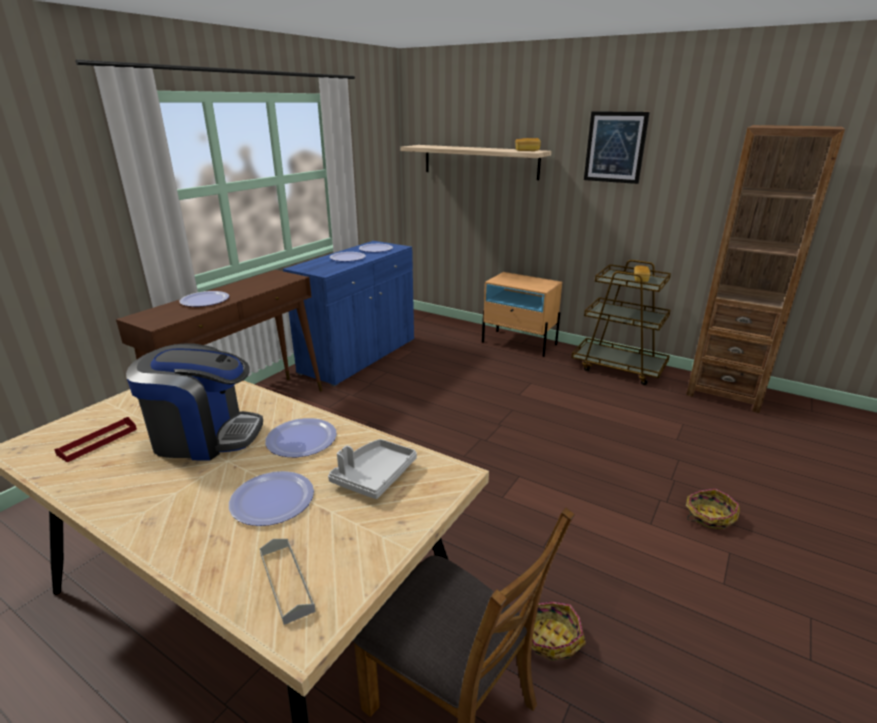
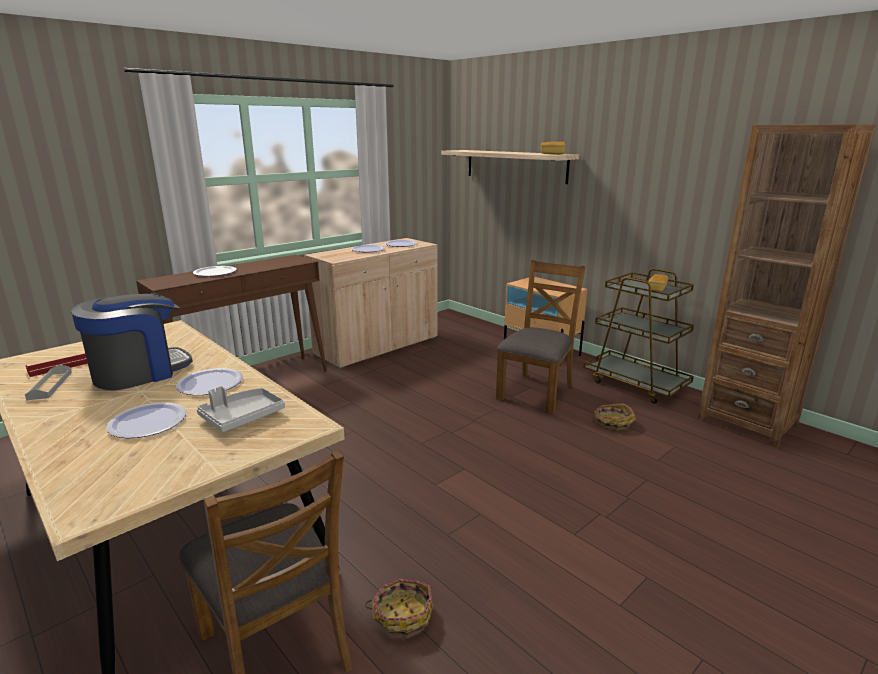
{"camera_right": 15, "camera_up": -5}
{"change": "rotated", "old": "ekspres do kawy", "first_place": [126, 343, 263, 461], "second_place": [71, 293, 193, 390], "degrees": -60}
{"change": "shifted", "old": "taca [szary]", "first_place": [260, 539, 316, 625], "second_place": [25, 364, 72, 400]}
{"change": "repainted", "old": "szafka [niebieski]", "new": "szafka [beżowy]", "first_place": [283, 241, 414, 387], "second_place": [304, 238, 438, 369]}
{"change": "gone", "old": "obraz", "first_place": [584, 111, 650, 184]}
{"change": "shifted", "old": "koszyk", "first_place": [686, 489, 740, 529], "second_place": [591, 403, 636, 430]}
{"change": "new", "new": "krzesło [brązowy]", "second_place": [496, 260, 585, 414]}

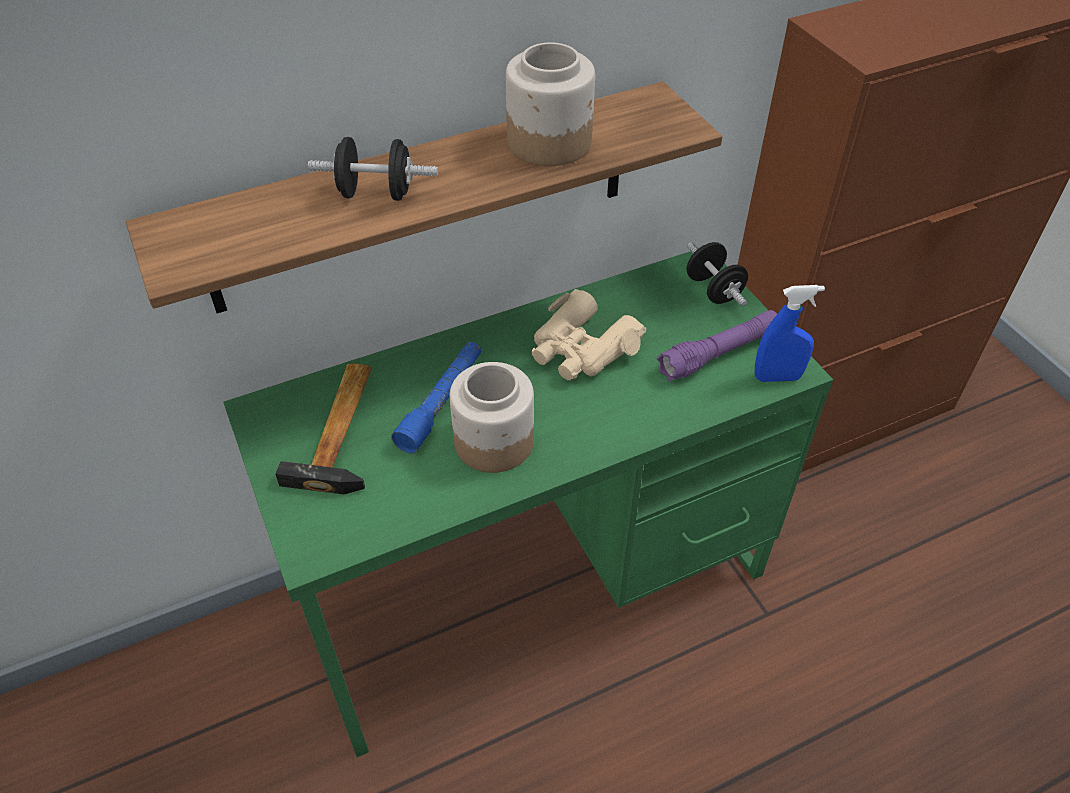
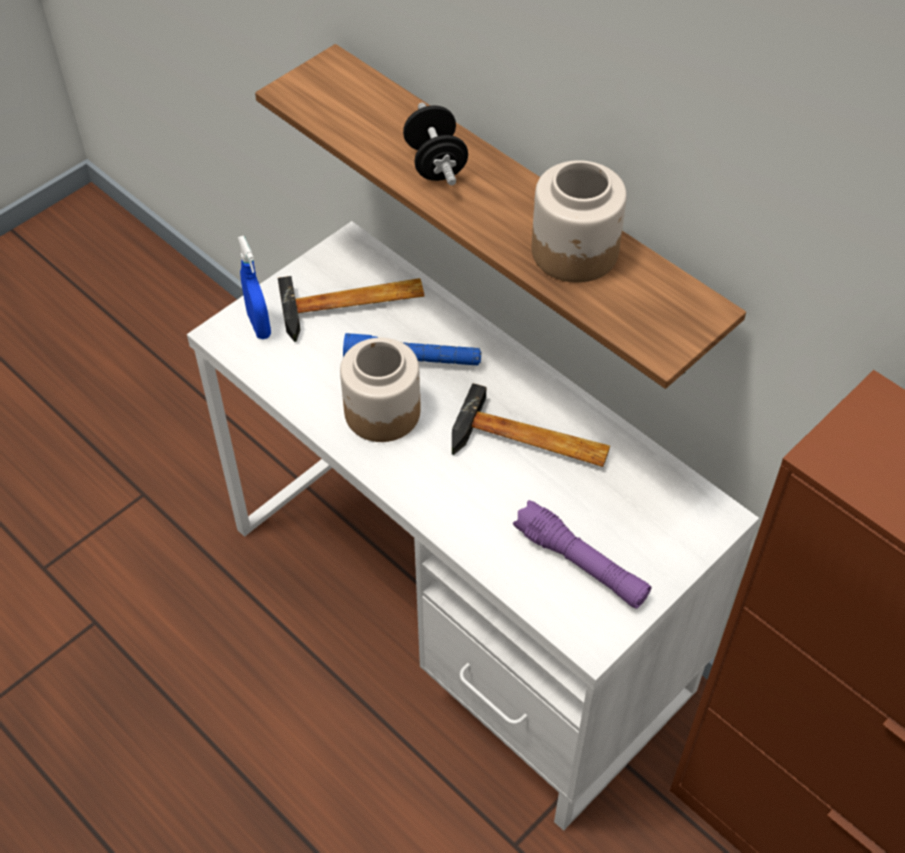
{"camera_right": 70, "camera_up": 5}
{"change": "repainted", "old": "biurko [zielony]", "new": "biurko [biały]", "first_place": [223, 251, 833, 757], "second_place": [187, 221, 759, 831]}
{"change": "swapped", "old": "lornetka [beżowy]", "new": "młotek", "first_place": [532, 289, 646, 380], "second_place": [452, 383, 610, 467]}
{"change": "gone", "old": "hantel [czarny]", "first_place": [687, 242, 748, 306]}
{"change": "shifted", "old": "spryskiwacz [niebieski]", "first_place": [755, 285, 825, 382], "second_place": [238, 236, 271, 339]}

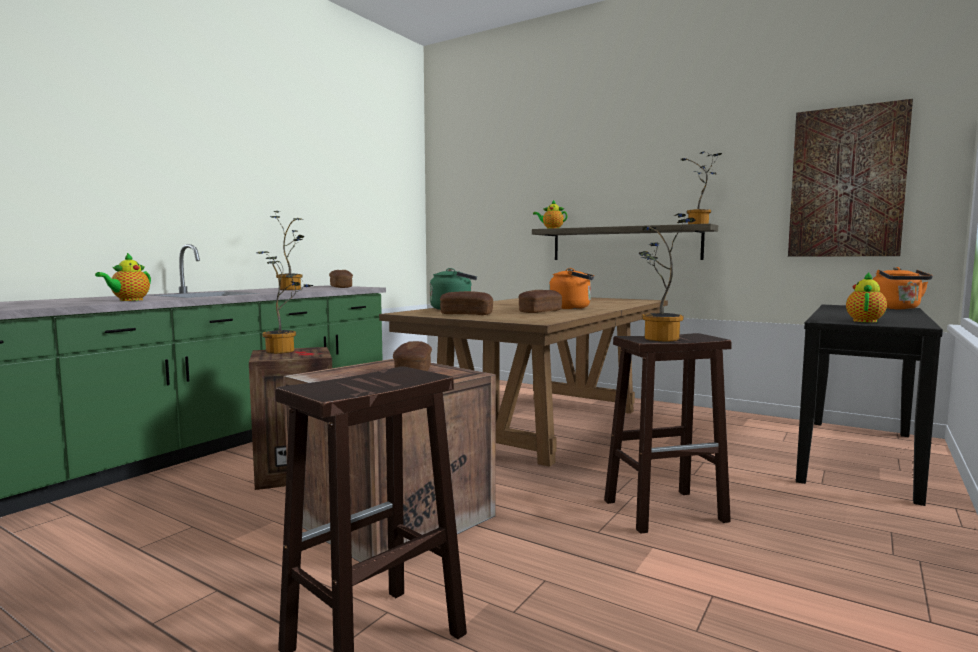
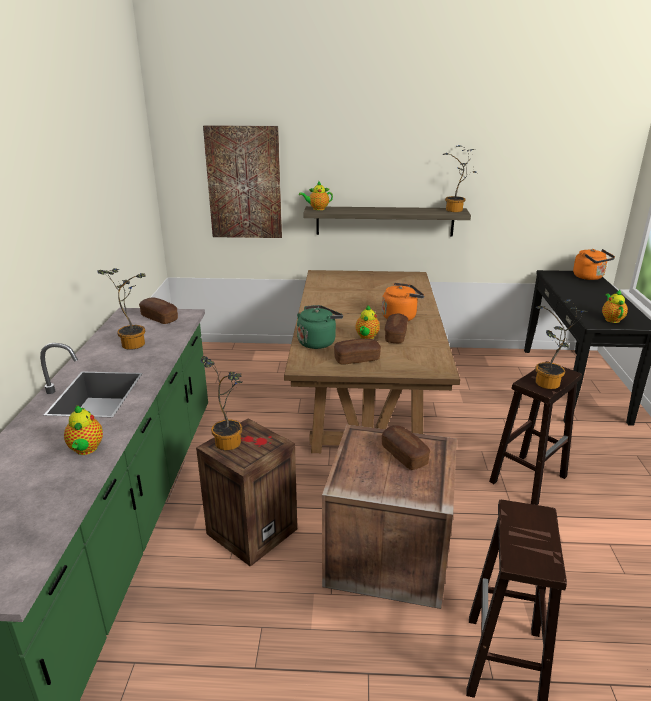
{"camera_right": -30, "camera_up": 20}
{"change": "shifted", "old": "obraz", "first_place": [788, 99, 913, 256], "second_place": [203, 125, 282, 238]}
{"change": "new", "new": "imbryk", "second_place": [355, 305, 380, 339]}

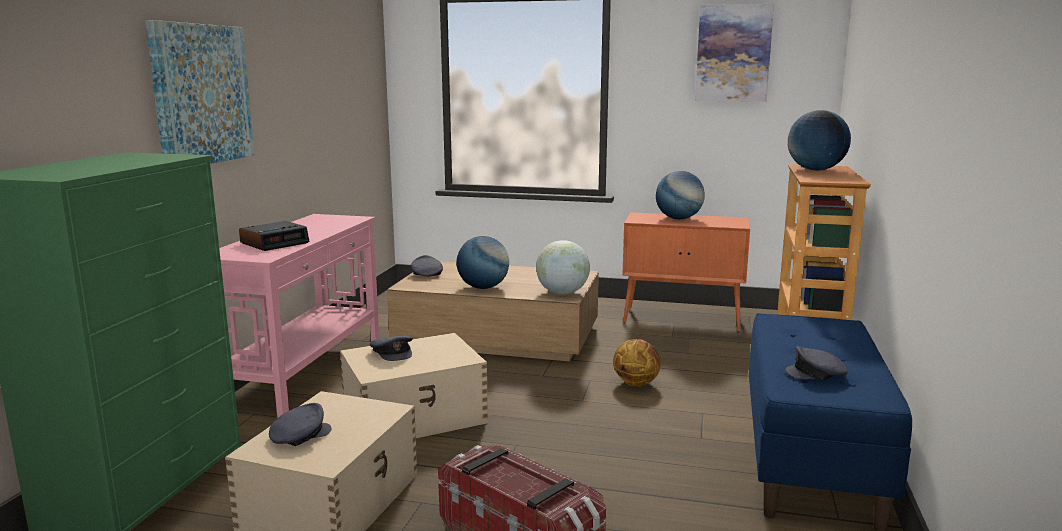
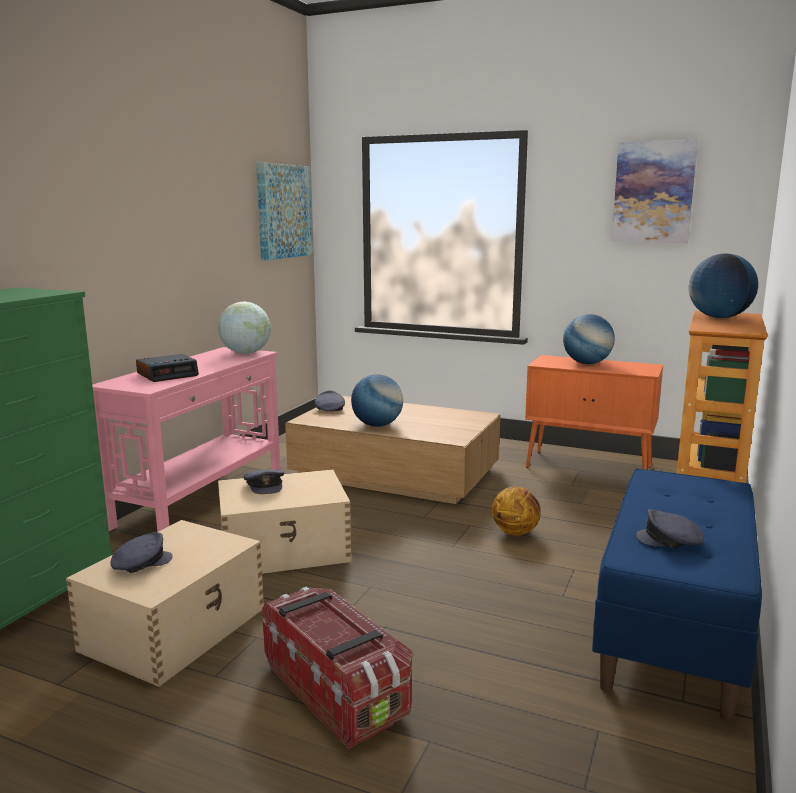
{"camera_right": 10, "camera_up": 0}
{"change": "shifted", "old": "obraz", "first_place": [145, 20, 255, 164], "second_place": [256, 162, 313, 261]}
{"change": "shifted", "old": "globus", "first_place": [536, 240, 590, 295], "second_place": [218, 302, 271, 354]}

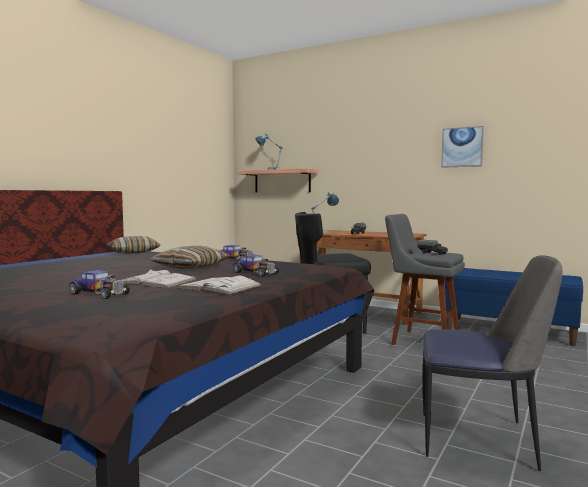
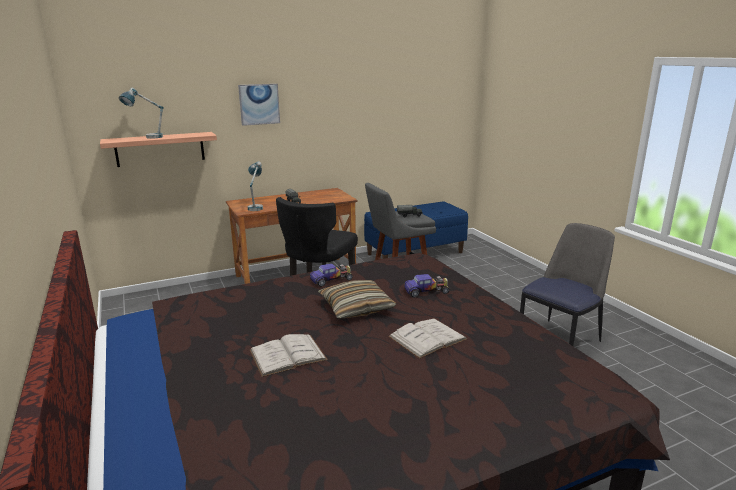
{"camera_right": -55, "camera_up": 15}
{"change": "gone", "old": "samochodzik", "first_place": [69, 270, 130, 299]}
{"change": "gone", "old": "poduszka", "first_place": [107, 236, 160, 254]}
{"change": "shifted", "old": "książka [biały]", "first_place": [177, 276, 262, 295], "second_place": [250, 334, 328, 377]}
{"change": "shifted", "old": "obraz", "first_place": [441, 126, 484, 168], "second_place": [238, 84, 280, 126]}

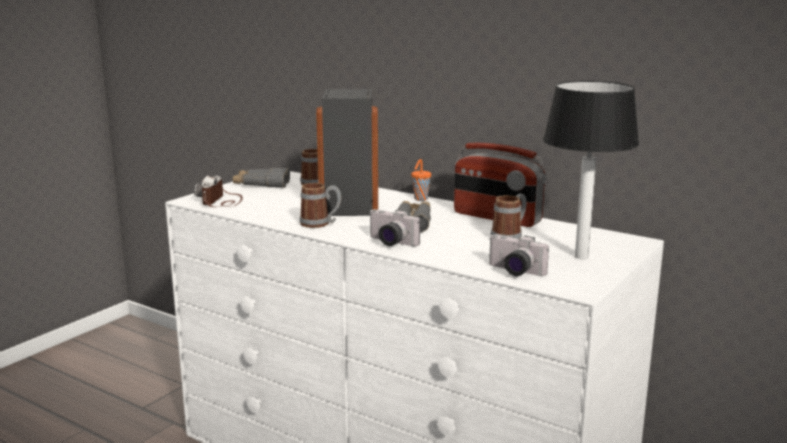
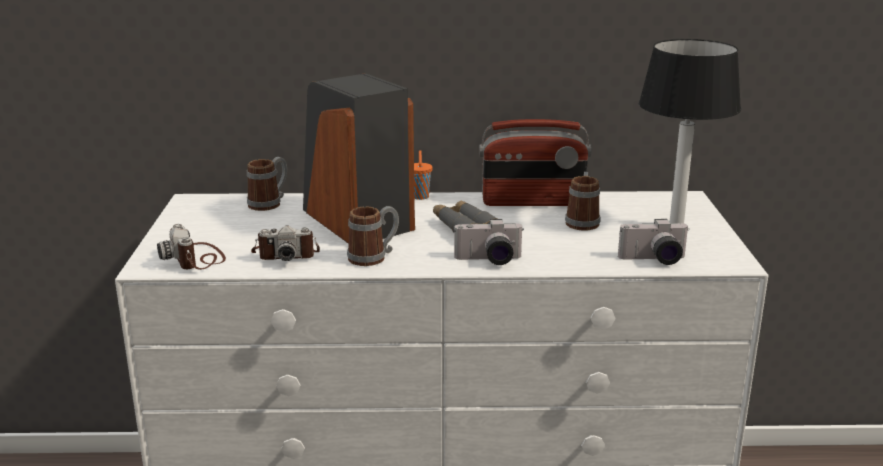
{"camera_right": -35, "camera_up": 5}
{"change": "gone", "old": "lornetka [szary]", "first_place": [233, 168, 290, 188]}
{"change": "new", "new": "aparat fotograficzny", "second_place": [251, 226, 320, 261]}

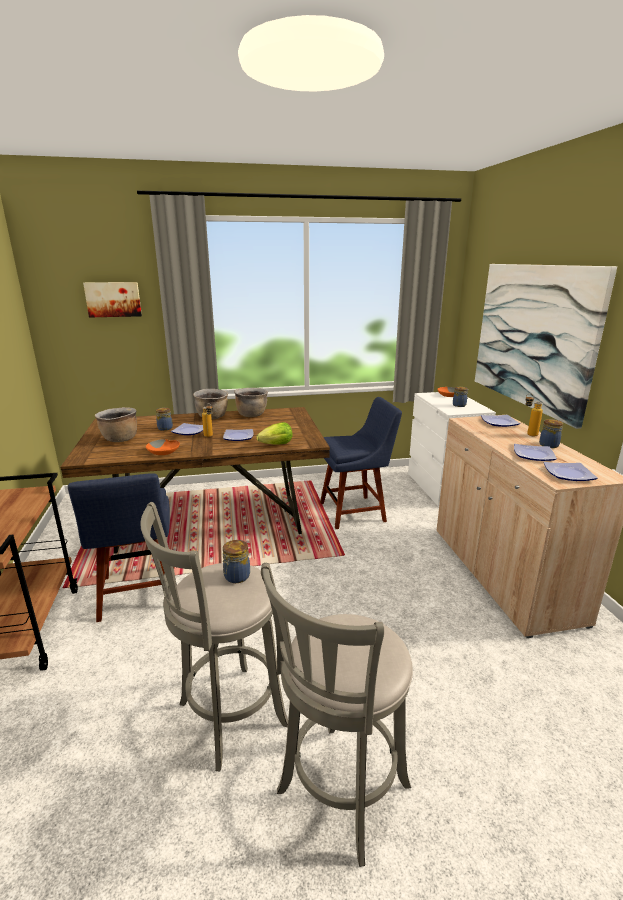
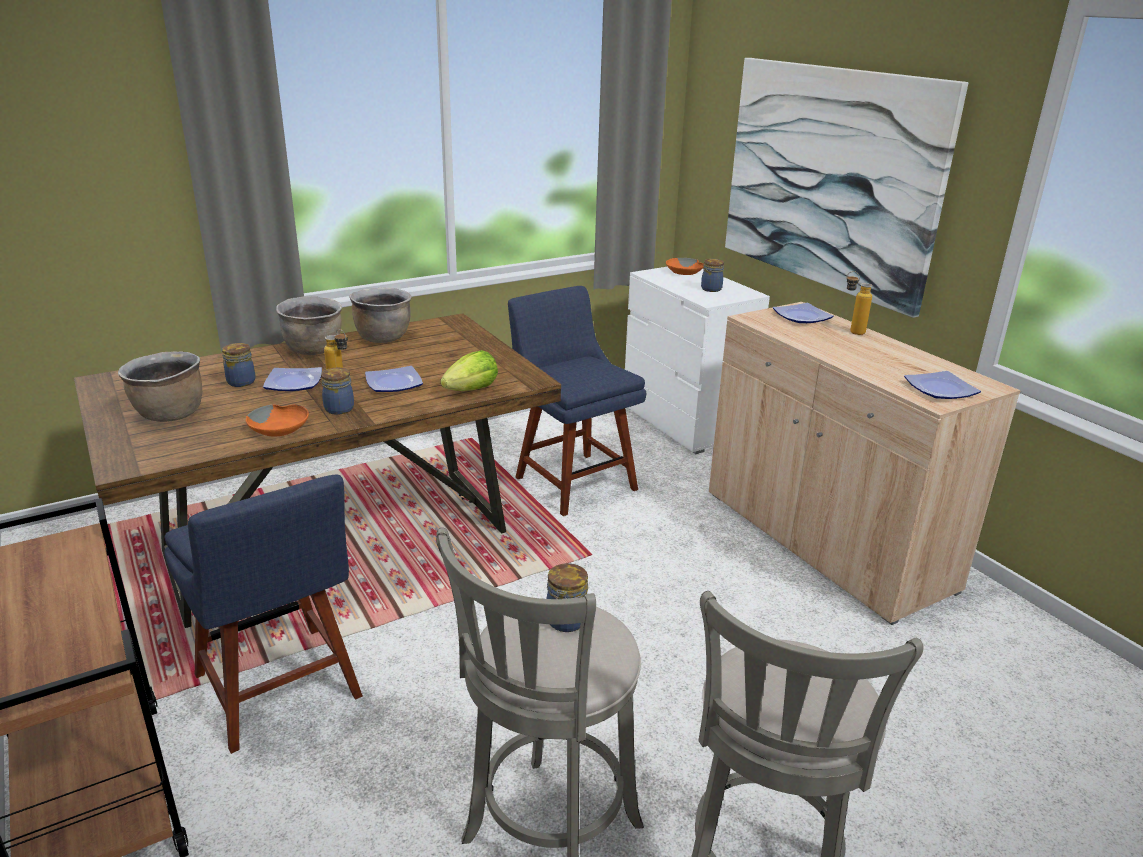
{"camera_right": -20, "camera_up": 5}
{"change": "gone", "old": "obraz", "first_place": [83, 282, 142, 317]}
{"change": "rotated", "old": "krzesło [niebieski]", "first_place": [320, 397, 402, 529], "second_place": [508, 286, 646, 516], "degrees": -90}
{"change": "gone", "old": "talerz", "first_place": [514, 444, 557, 461]}
{"change": "shifted", "old": "słoik", "first_place": [539, 419, 563, 448], "second_place": [321, 368, 354, 415]}

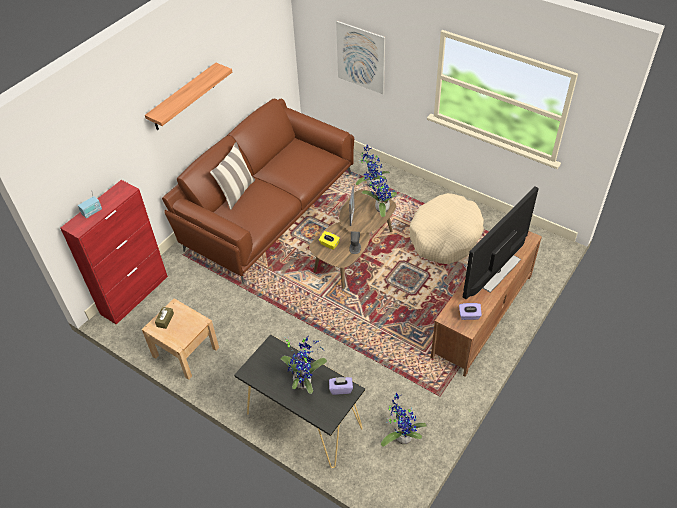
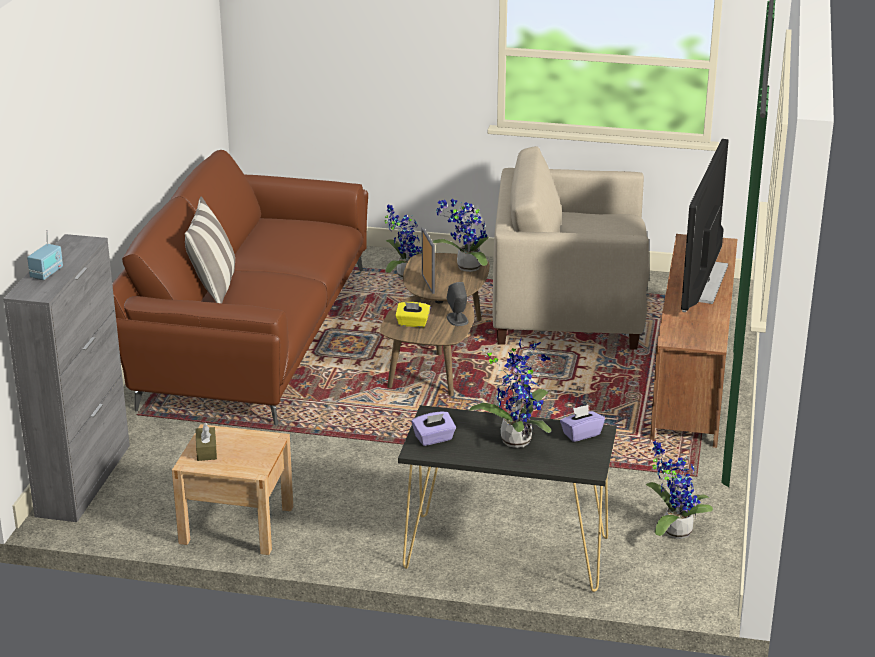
{"camera_right": -25, "camera_up": -20}
{"change": "repainted", "old": "szafka [czerwony]", "new": "szafka [szary]", "first_place": [60, 180, 168, 324], "second_place": [3, 234, 130, 522]}
{"change": "gone", "old": "półka", "first_place": [145, 63, 232, 130]}
{"change": "gone", "old": "obraz", "first_place": [336, 21, 385, 94]}
{"change": "swapped", "old": "legowisko [beżowy]", "new": "fotel [beżowy]", "first_place": [409, 193, 484, 264], "second_place": [493, 146, 650, 350]}
{"change": "shifted", "old": "pudełko chusteczek [fioletowy]", "first_place": [459, 303, 482, 320], "second_place": [412, 411, 456, 446]}

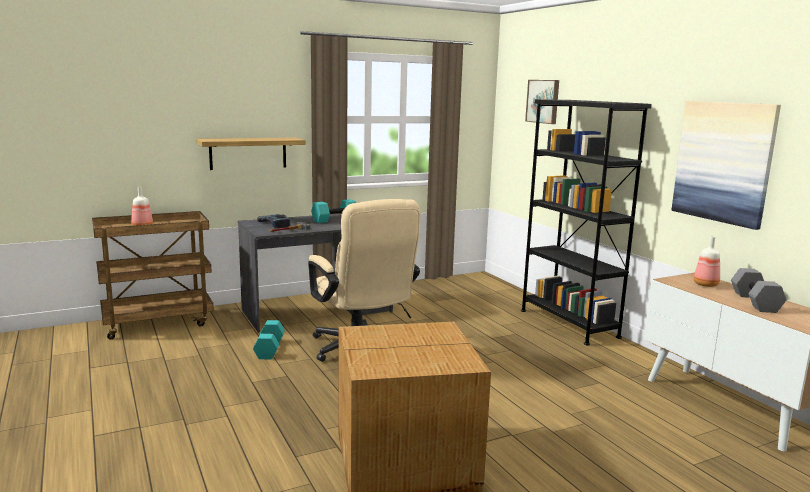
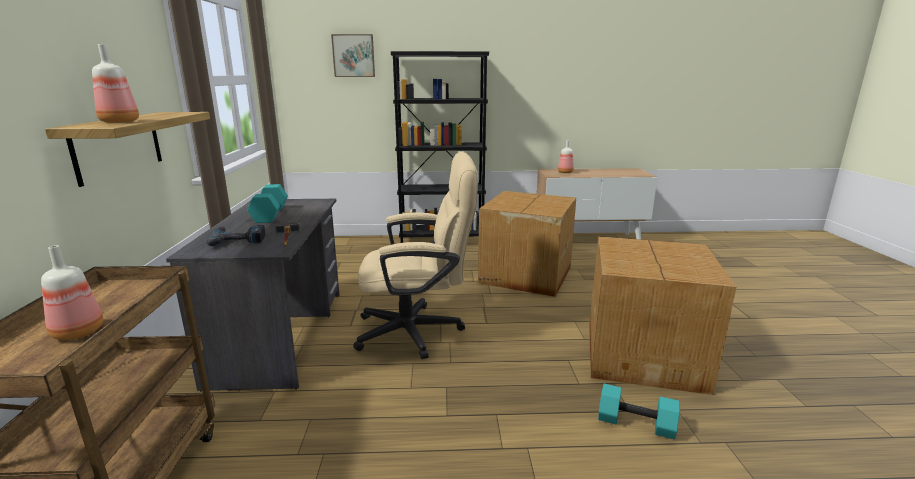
{"camera_right": -65, "camera_up": 5}
{"change": "shifted", "old": "hantel [turkusowy]", "first_place": [253, 320, 285, 359], "second_place": [598, 384, 680, 439]}
{"change": "gone", "old": "obraz", "first_place": [672, 101, 781, 230]}
{"change": "gone", "old": "hantel [szary]", "first_place": [731, 268, 787, 313]}
{"change": "new", "new": "butelka", "second_place": [92, 44, 139, 123]}
{"change": "new", "new": "karton", "second_place": [478, 191, 576, 297]}

